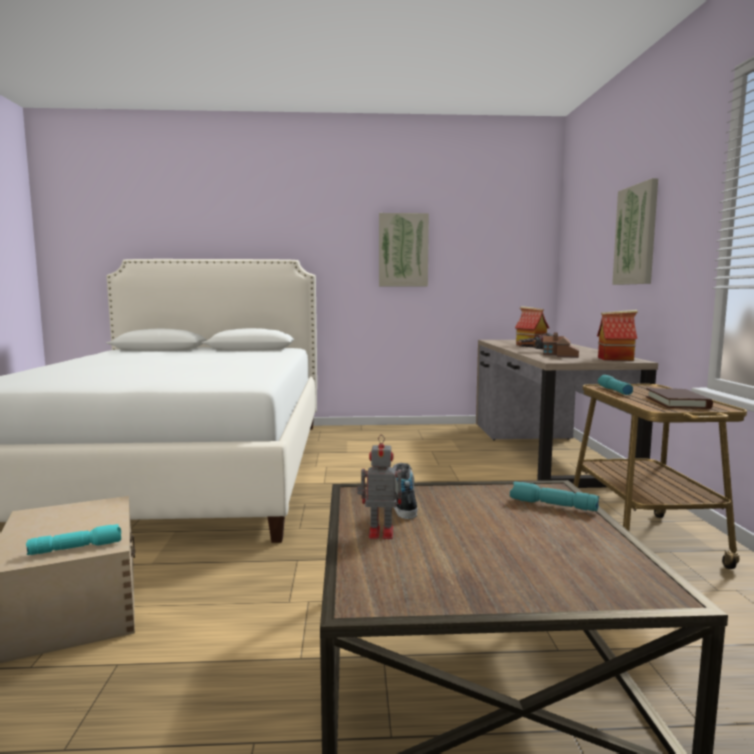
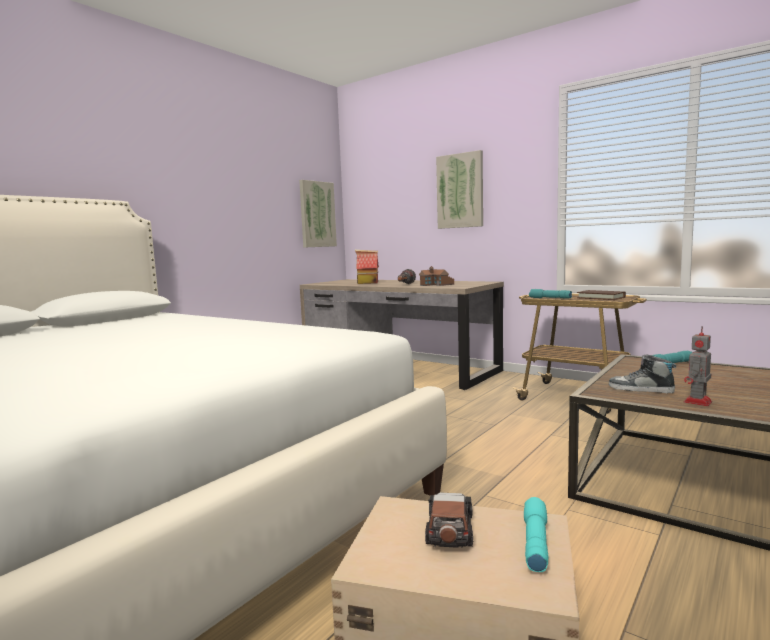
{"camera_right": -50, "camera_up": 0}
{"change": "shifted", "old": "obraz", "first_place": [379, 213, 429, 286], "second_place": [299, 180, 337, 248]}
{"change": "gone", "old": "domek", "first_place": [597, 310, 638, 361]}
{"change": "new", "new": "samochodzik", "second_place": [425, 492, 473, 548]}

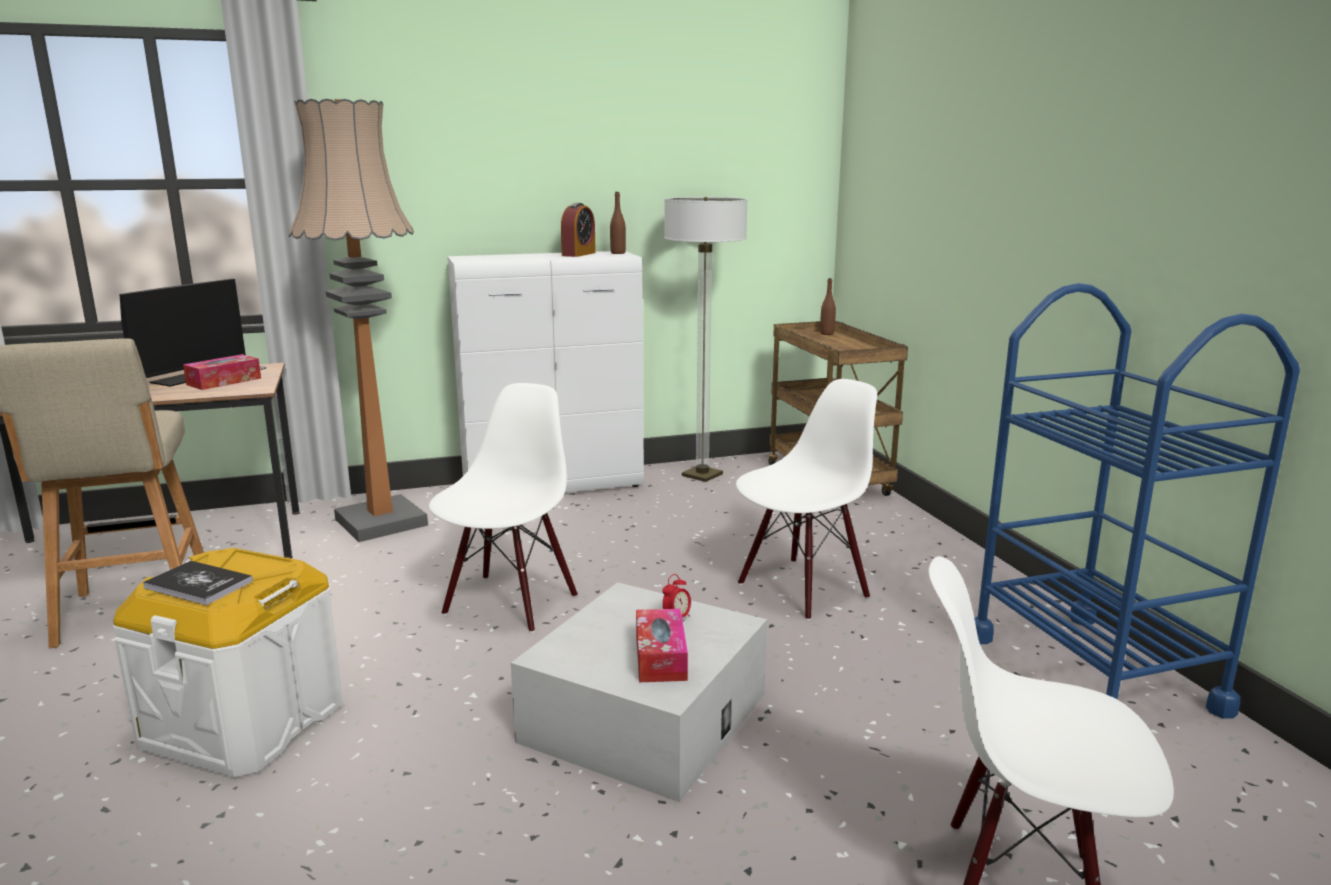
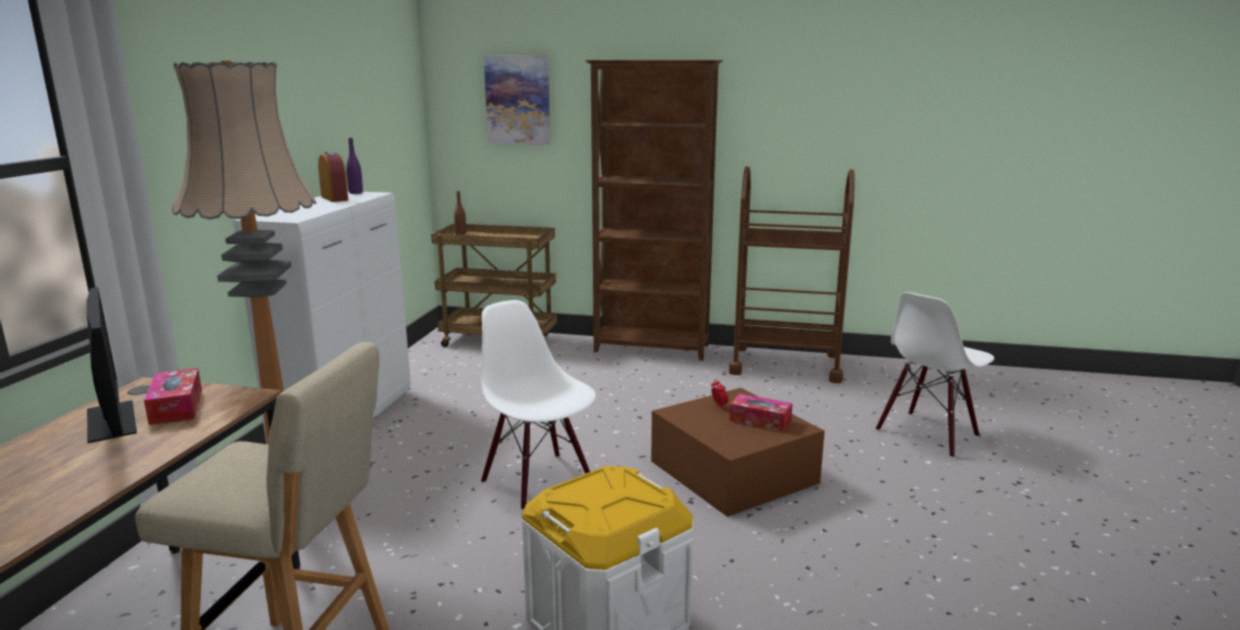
{"camera_right": -60, "camera_up": 0}
{"change": "gone", "old": "książka", "first_place": [143, 561, 253, 605]}
{"change": "repainted", "old": "pojemnik do przechowywania [biały]", "new": "pojemnik do przechowywania [brązowy]", "first_place": [511, 582, 767, 802], "second_place": [651, 388, 825, 517]}
{"change": "repainted", "old": "butelka [brązowy]", "new": "butelka [fioletowy]", "first_place": [610, 192, 626, 254], "second_place": [346, 138, 363, 194]}
{"change": "gone", "old": "lampa stojąca", "first_place": [664, 197, 748, 482]}
{"change": "gone", "old": "krzesło [biały]", "first_place": [736, 379, 877, 620]}
{"change": "repainted", "old": "wózek [niebieski]", "new": "wózek [brązowy]", "first_place": [974, 283, 1300, 718], "second_place": [729, 166, 855, 383]}
{"change": "new", "new": "obraz", "second_place": [484, 55, 550, 145]}
{"change": "new", "new": "regał [brązowy]", "second_place": [585, 60, 723, 361]}

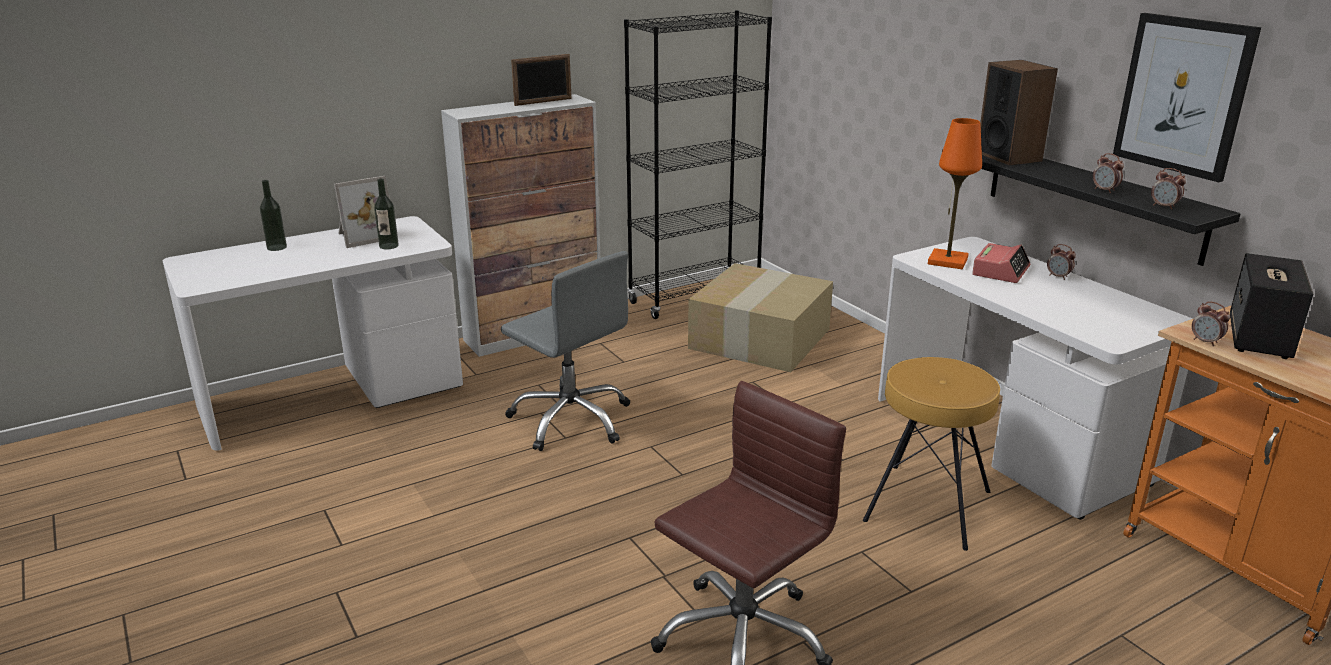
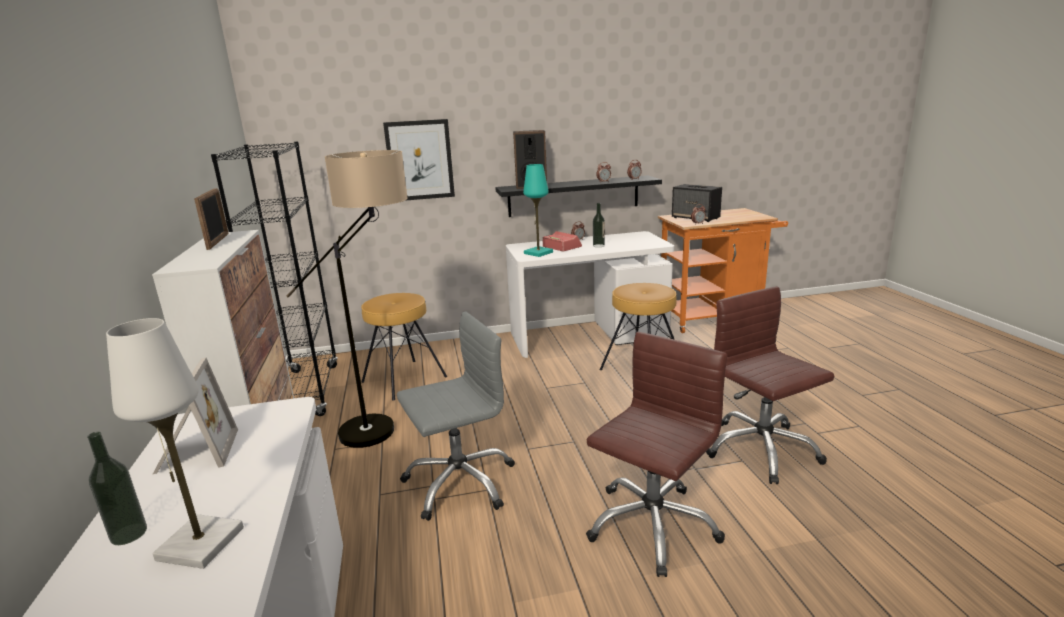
{"camera_right": -70, "camera_up": -5}
{"change": "shifted", "old": "butelka", "first_place": [374, 179, 399, 249], "second_place": [593, 203, 605, 247]}
{"change": "swapped", "old": "karton", "new": "stołek [brązowy]", "first_place": [688, 263, 833, 372], "second_place": [361, 293, 447, 401]}
{"change": "repainted", "old": "lampa stołowa [pomarańczowy]", "new": "lampa stołowa [turkusowy]", "first_place": [928, 118, 982, 269], "second_place": [523, 164, 553, 257]}
{"change": "shifted", "old": "obraz", "first_place": [1113, 13, 1261, 182], "second_place": [383, 119, 455, 201]}
{"change": "new", "new": "lampa stołowa [biały]", "second_place": [106, 318, 244, 569]}
{"change": "new", "new": "lampa stojąca", "second_place": [287, 150, 408, 448]}
{"change": "new", "new": "krzesło biurowe [brązowy]", "second_place": [586, 332, 727, 577]}

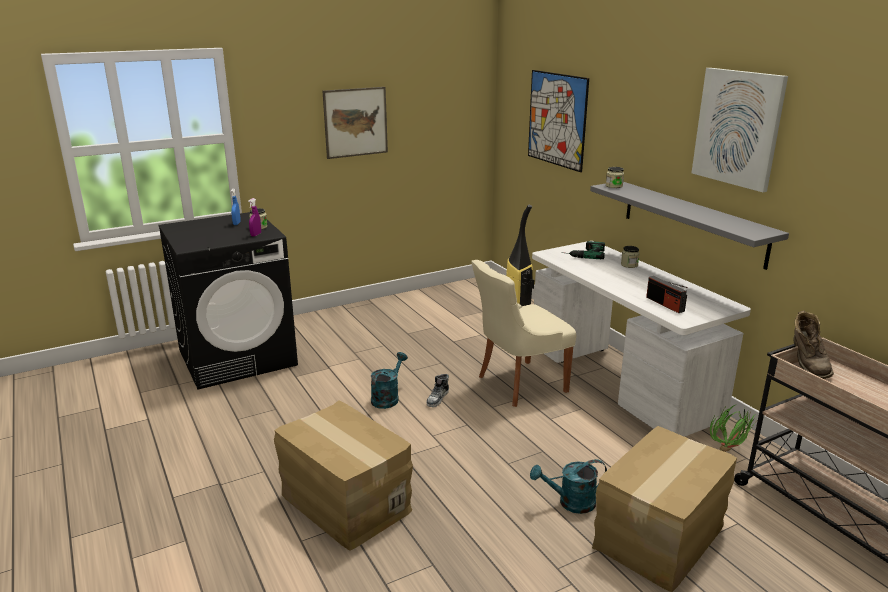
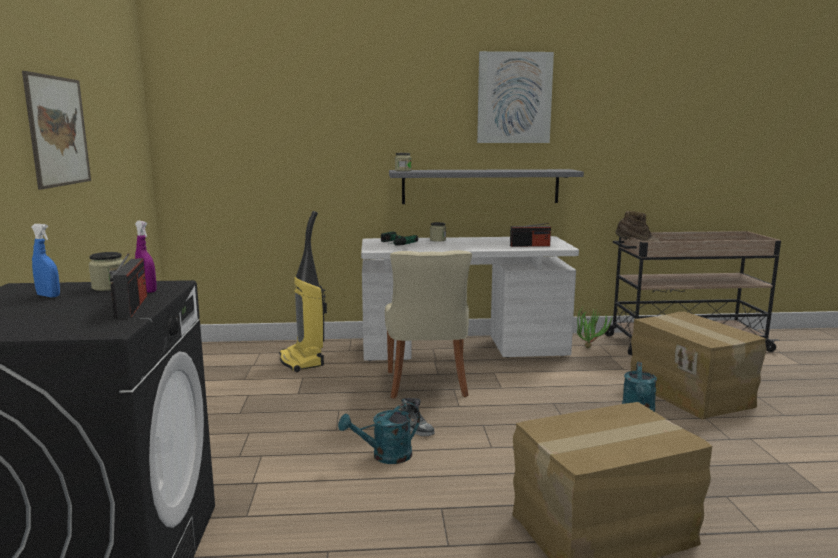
{"camera_right": -65, "camera_up": -10}
{"change": "rotated", "old": "konewka [turkusowy]", "first_place": [371, 352, 408, 409], "second_place": [338, 403, 420, 464], "degrees": -75}
{"change": "gone", "old": "obraz", "first_place": [528, 70, 589, 172]}
{"change": "new", "new": "radio", "second_place": [110, 253, 147, 319]}

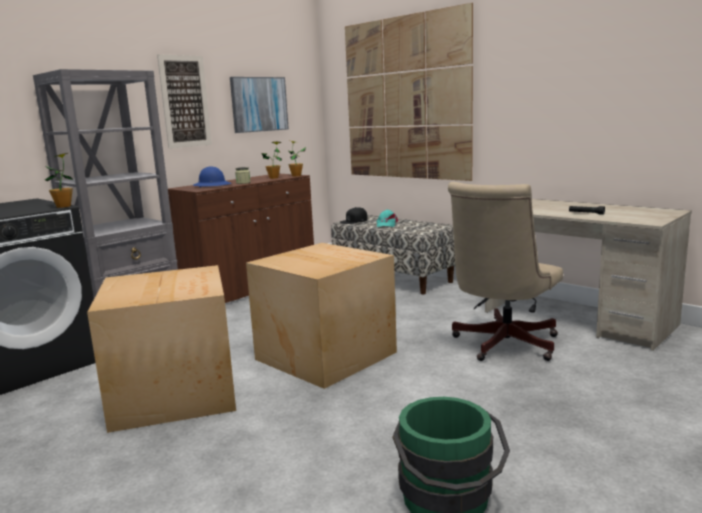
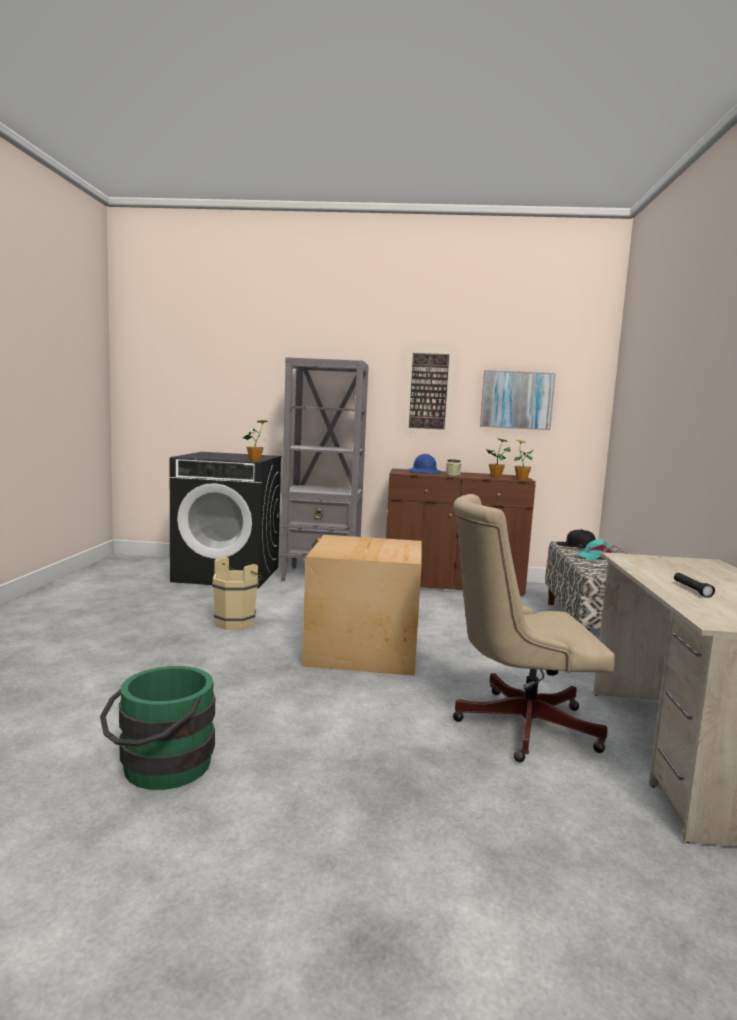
{"camera_right": 50, "camera_up": -5}
{"change": "swapped", "old": "karton", "new": "wiadro [beżowy]", "first_place": [87, 265, 236, 433], "second_place": [212, 557, 264, 630]}
{"change": "gone", "old": "obraz", "first_place": [345, 3, 473, 181]}

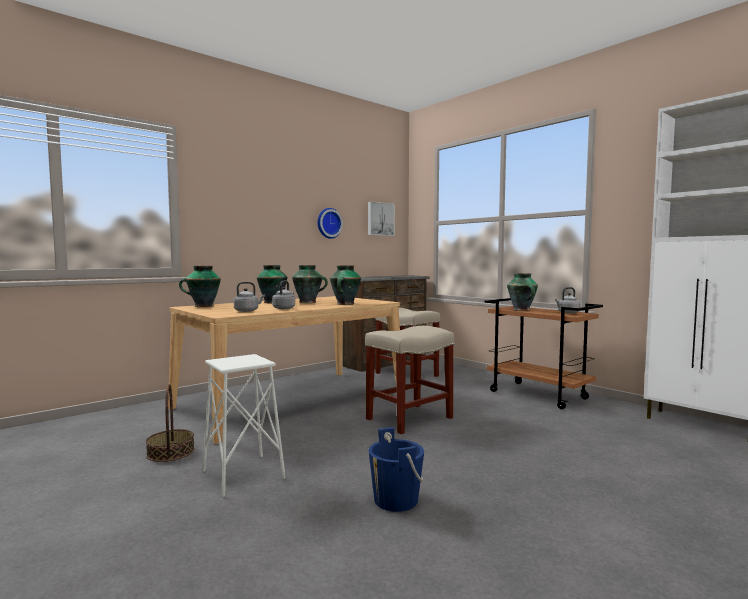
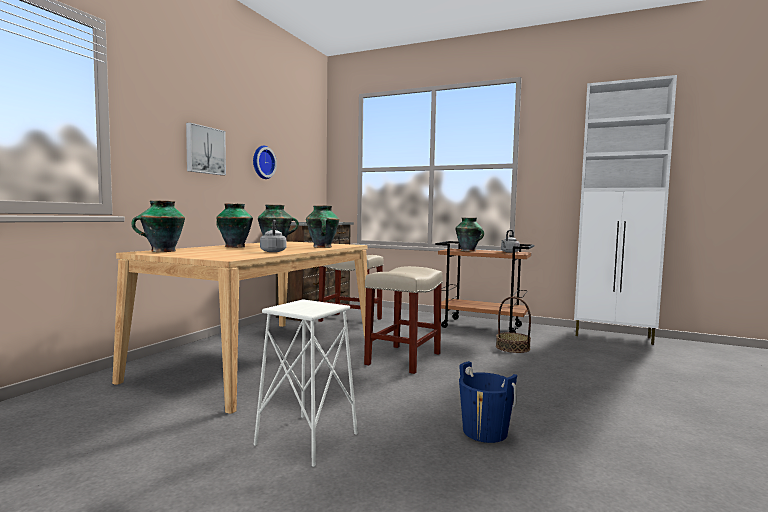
{"camera_right": -25, "camera_up": 0}
{"change": "shifted", "old": "koszyk", "first_place": [146, 384, 195, 462], "second_place": [496, 297, 531, 353]}
{"change": "gone", "old": "czajnik [szary]", "first_place": [234, 282, 265, 312]}
{"change": "shifted", "old": "obraz", "first_place": [368, 201, 395, 236], "second_place": [186, 123, 226, 175]}

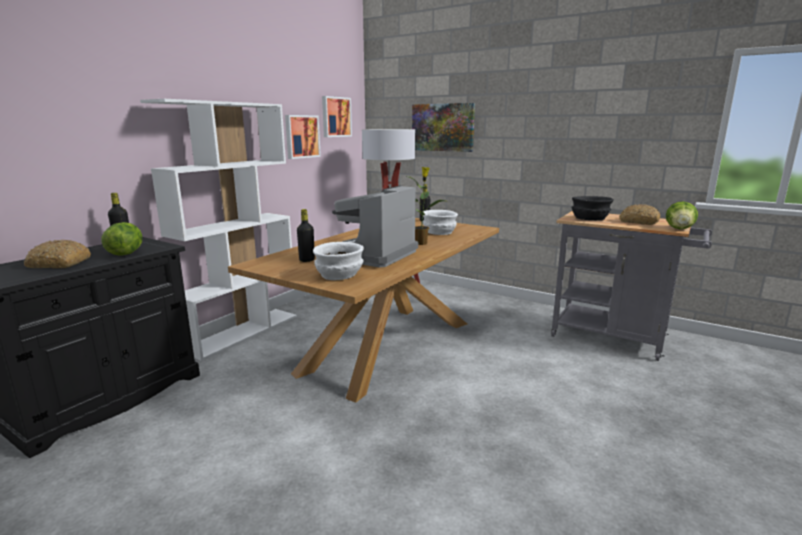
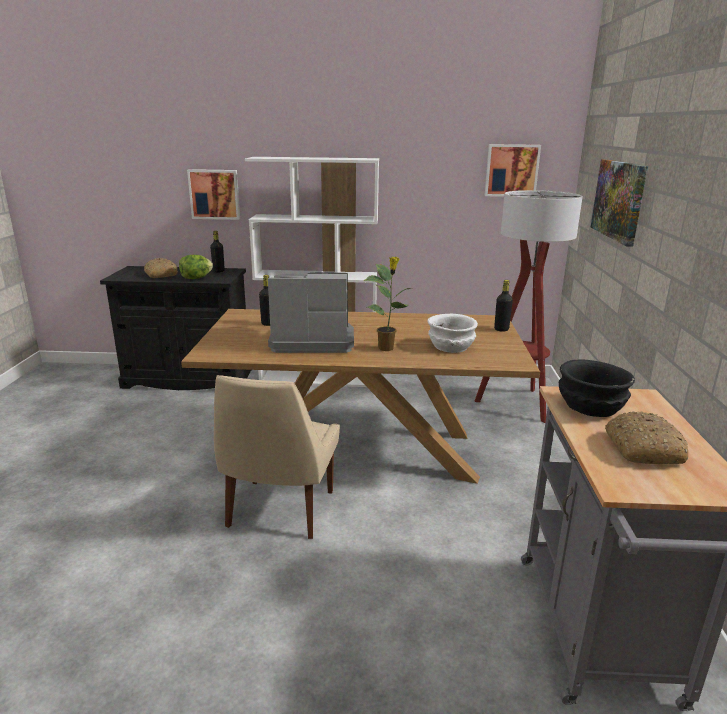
{"camera_right": 60, "camera_up": 5}
{"change": "shifted", "old": "obraz", "first_place": [285, 115, 321, 159], "second_place": [187, 169, 240, 220]}
{"change": "gone", "old": "miska [biały]", "first_place": [313, 242, 364, 280]}
{"change": "gone", "old": "sałata", "first_place": [666, 201, 698, 229]}
{"change": "new", "new": "krzesło [beżowy]", "second_place": [214, 375, 340, 539]}

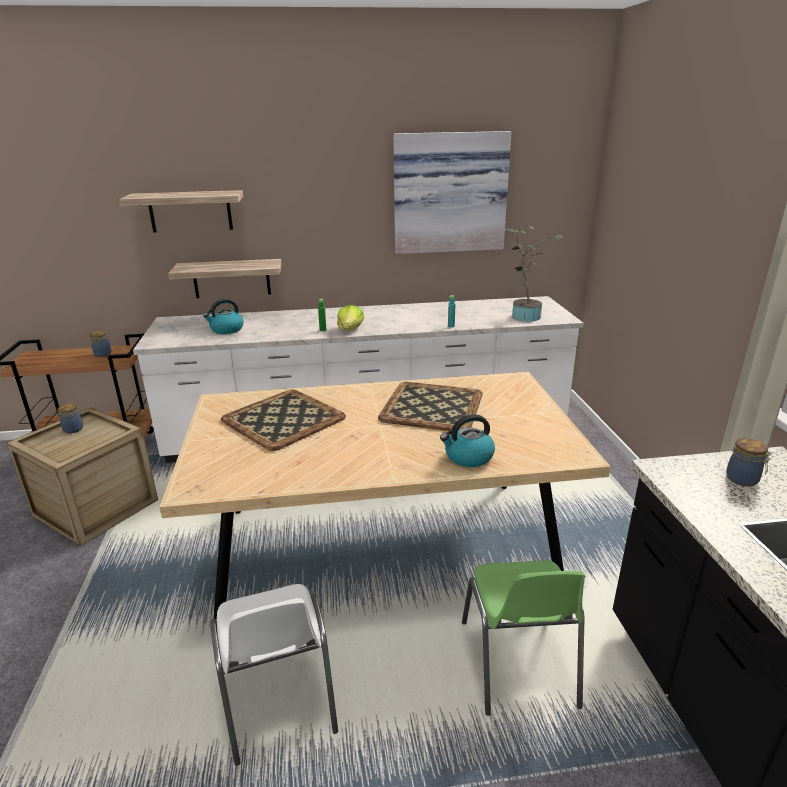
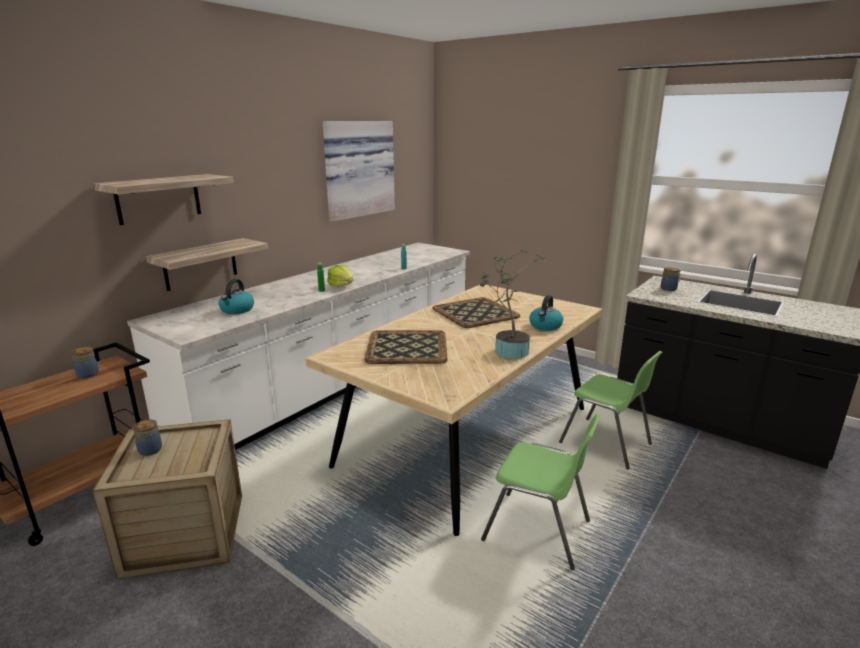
{"camera_right": -45, "camera_up": -5}
{"change": "repainted", "old": "krzesło [biały]", "new": "krzesło [zielony]", "first_place": [210, 584, 338, 766], "second_place": [481, 414, 601, 570]}
{"change": "shifted", "old": "roślina doniczkowa", "first_place": [505, 226, 563, 322], "second_place": [480, 250, 547, 359]}

